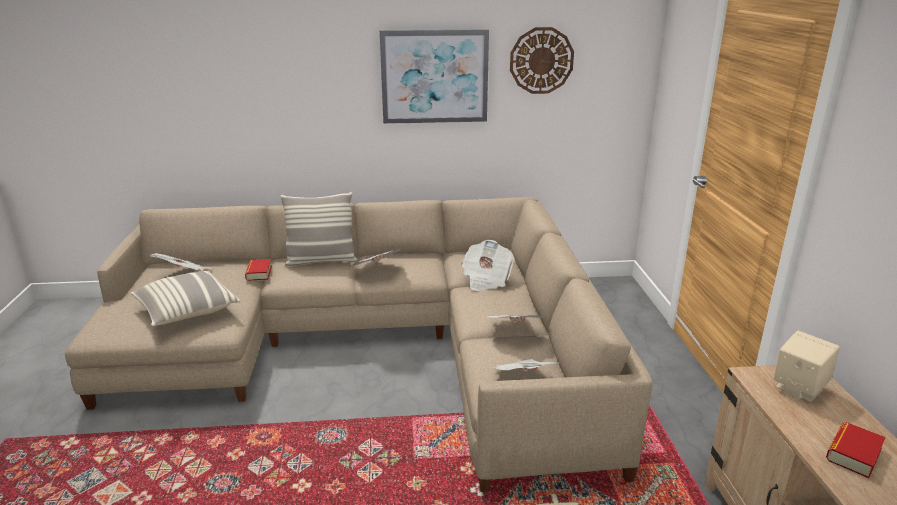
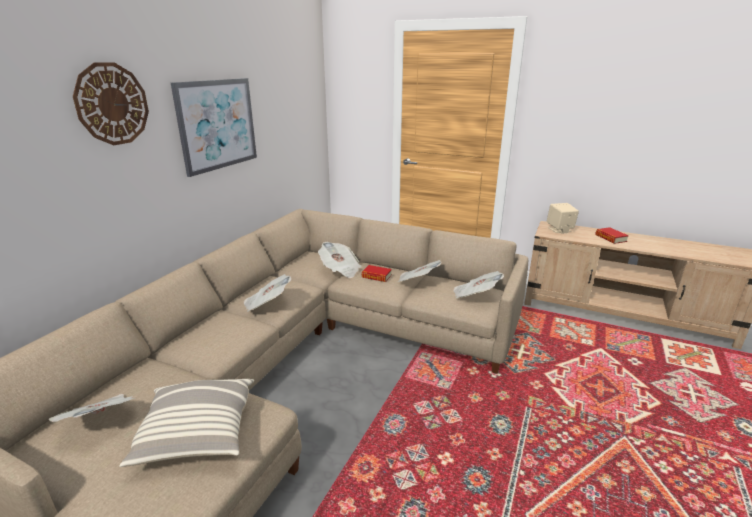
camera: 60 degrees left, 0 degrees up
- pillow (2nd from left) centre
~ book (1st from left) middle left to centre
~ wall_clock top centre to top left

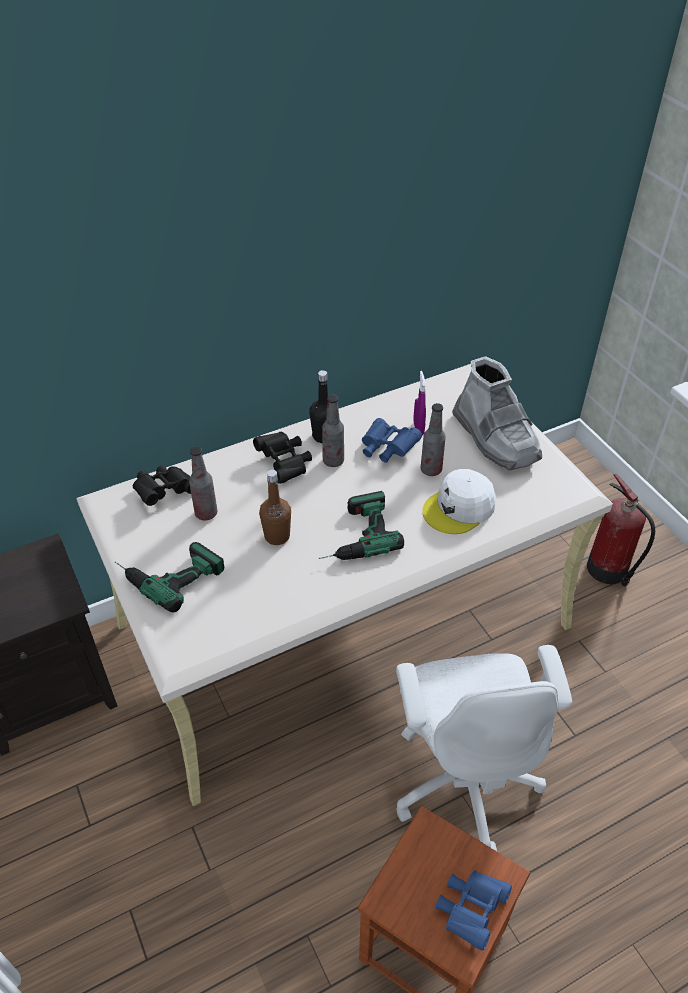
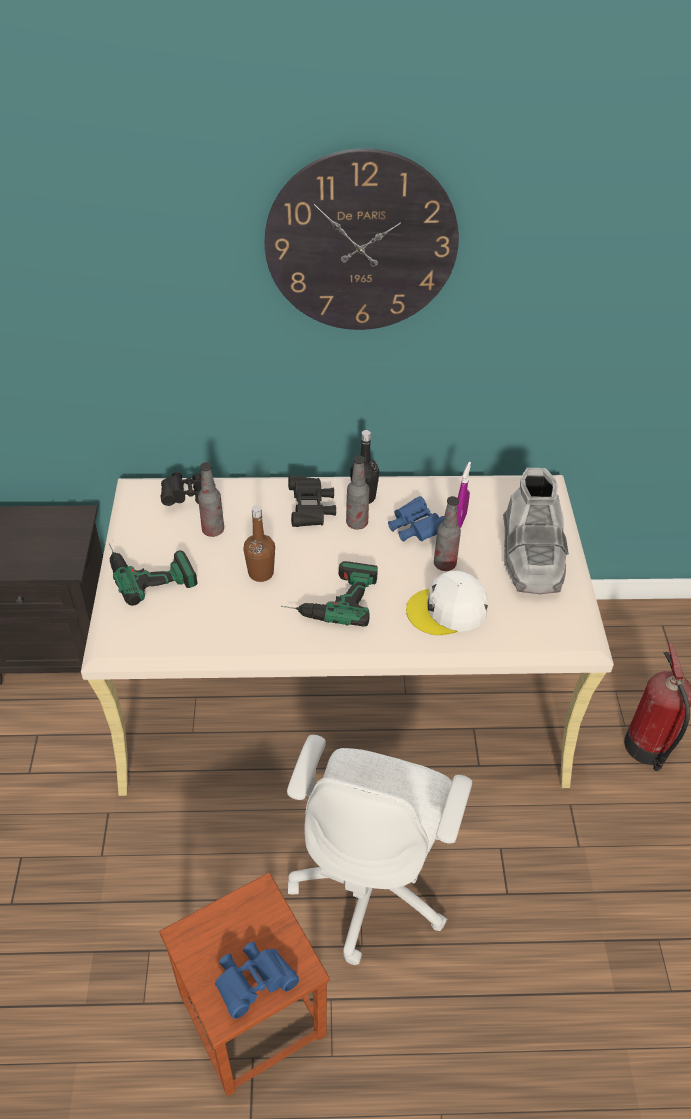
camera: 25 degrees right, 0 degrees up
+ wall_clock top centre

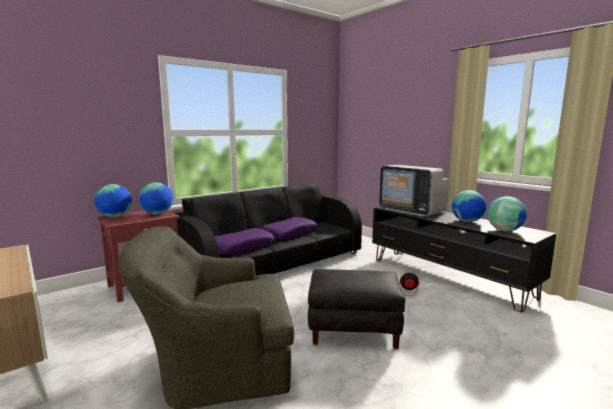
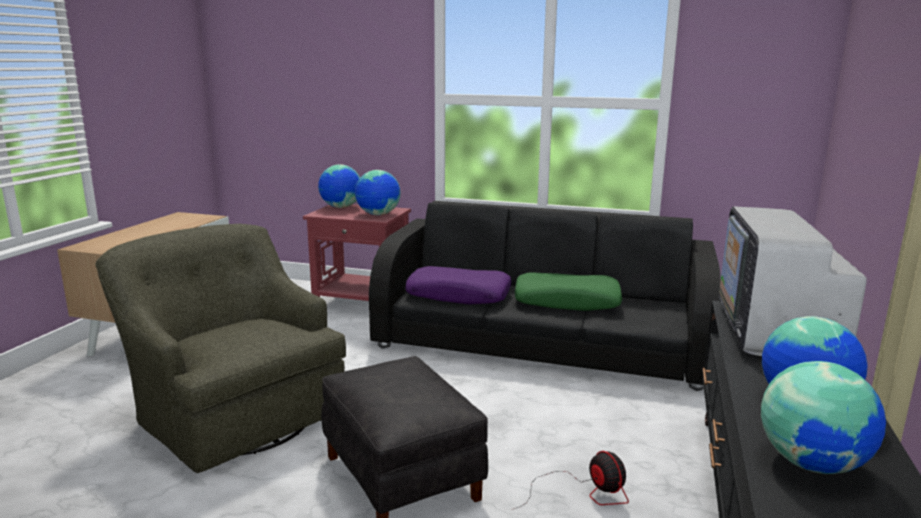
camera: 55 degrees right, 5 degrees up
~ purple_pillow (2nd from left) centre to green_pillow centre

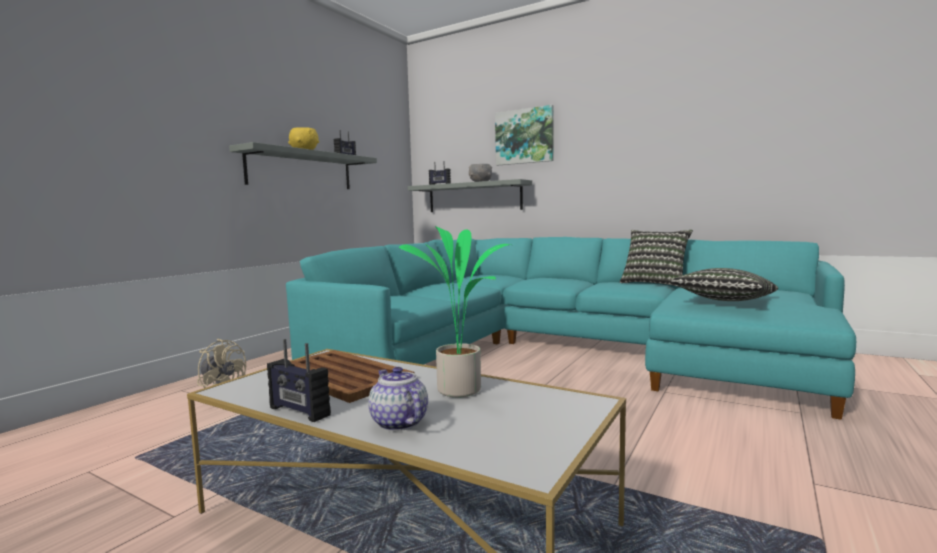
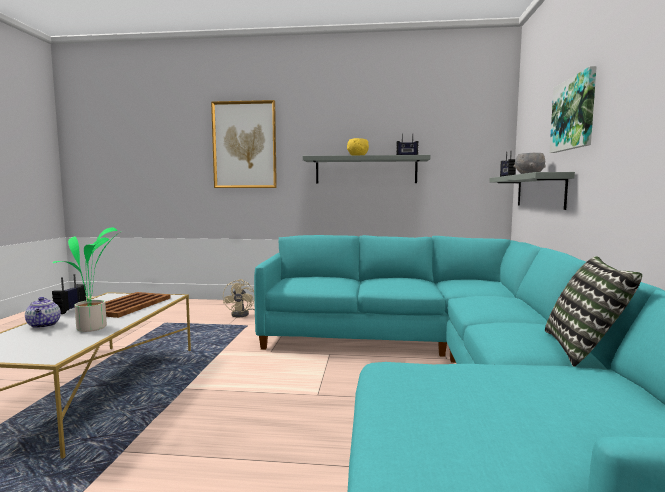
camera: 65 degrees right, 0 degrees up
- pillow (2nd from left) middle right
+ picture (1st from left) top centre
~ teapot bottom centre = middle left 120 degrees clockwise

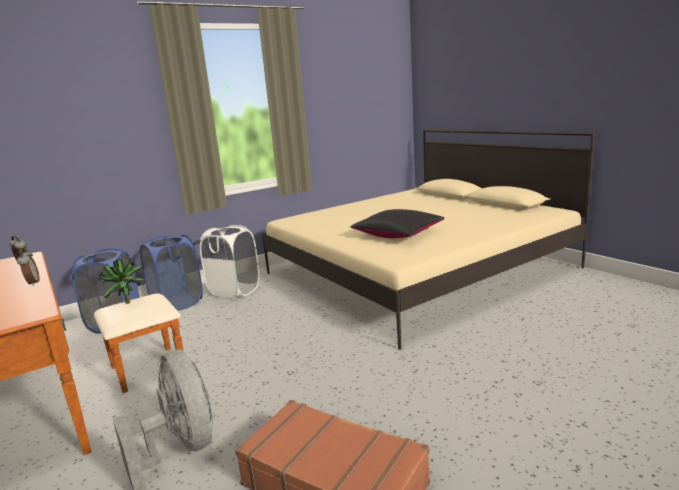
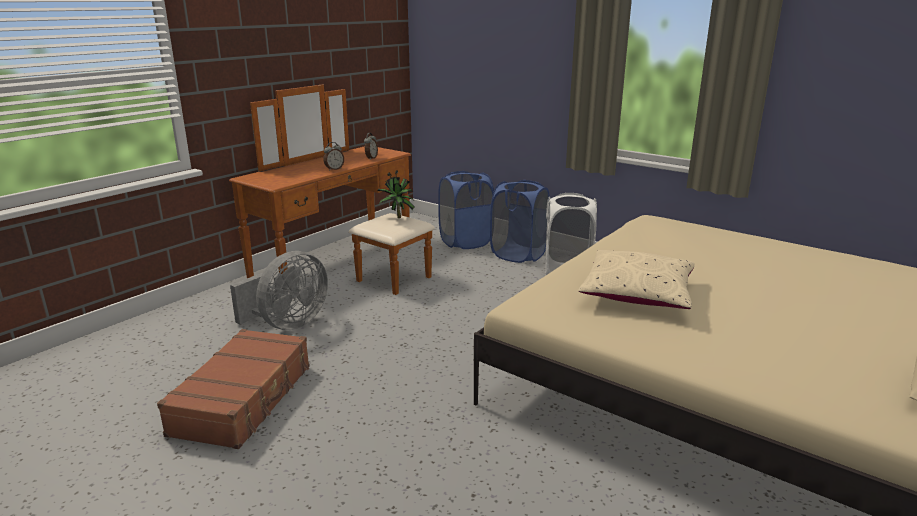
camera: 70 degrees right, 5 degrees up
~ black_pillow centre to beige_pillow middle right

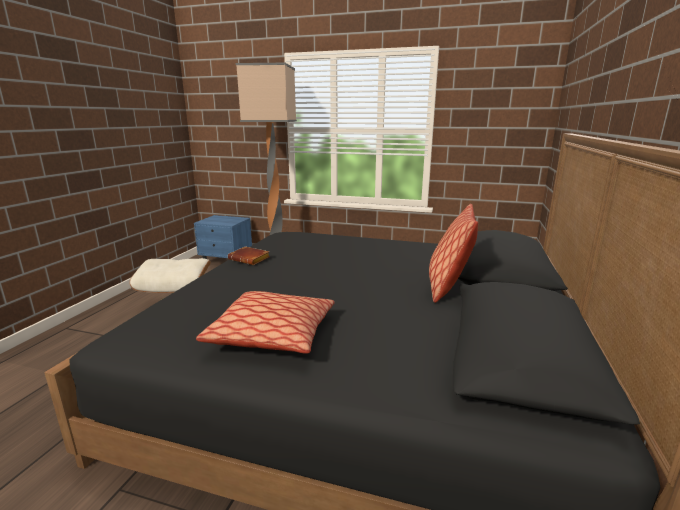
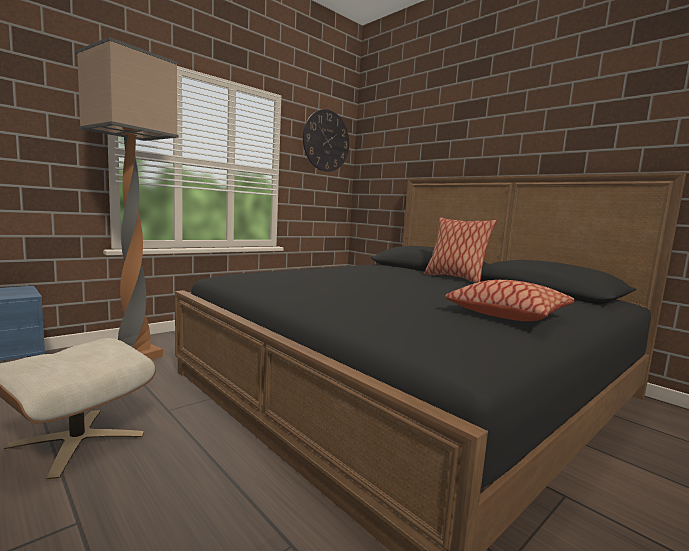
camera: 60 degrees left, 10 degrees down
- brown_book centre
+ wall_clock top centre

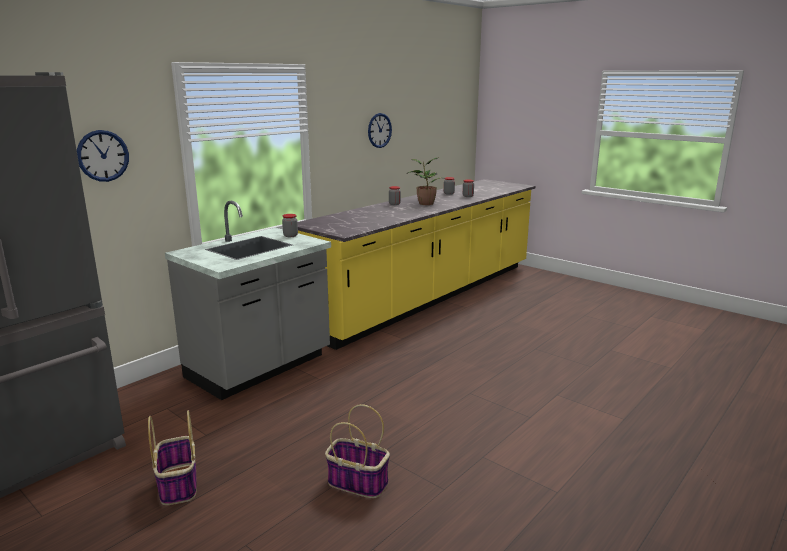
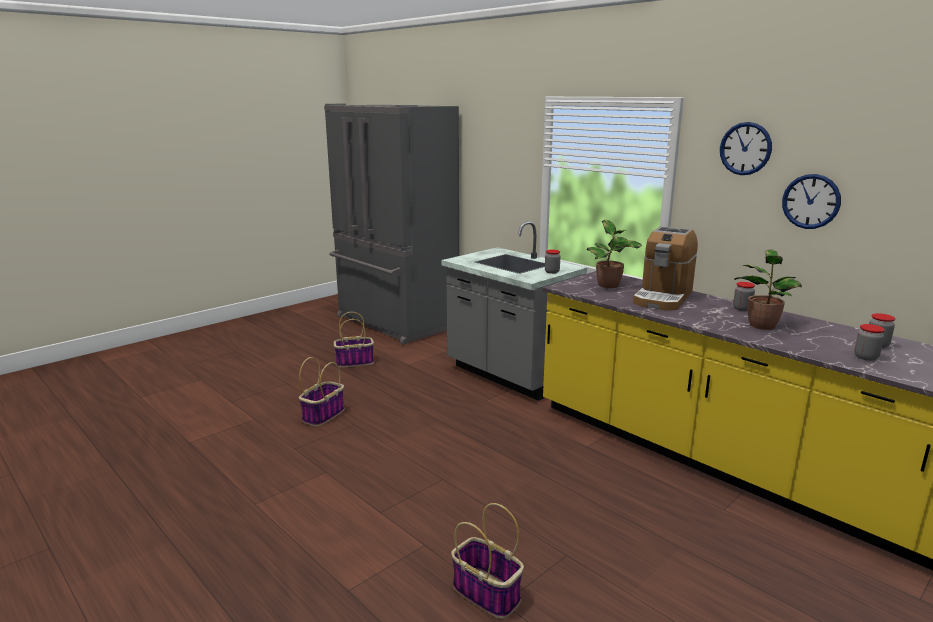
camera: 95 degrees right, 0 degrees up
+ basket (3rd from left) bottom centre
+ potted_plant (1st from left) centre
+ coffee_machine middle right
~ wall_clock (1st from left) top left to top right

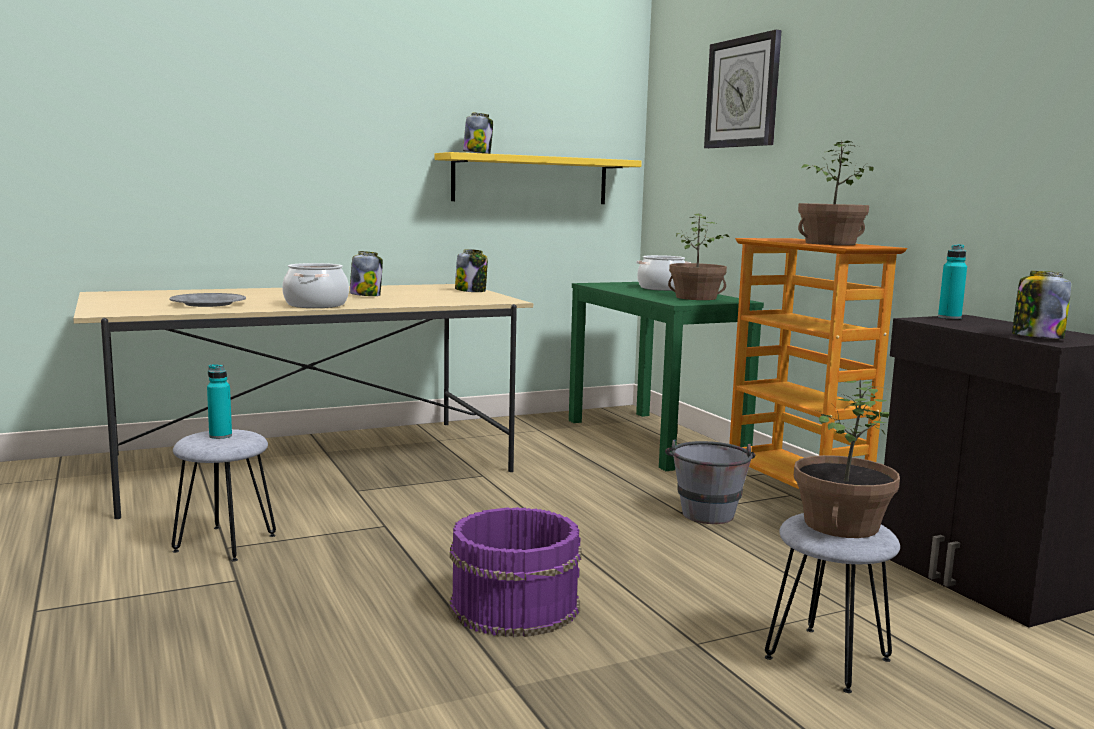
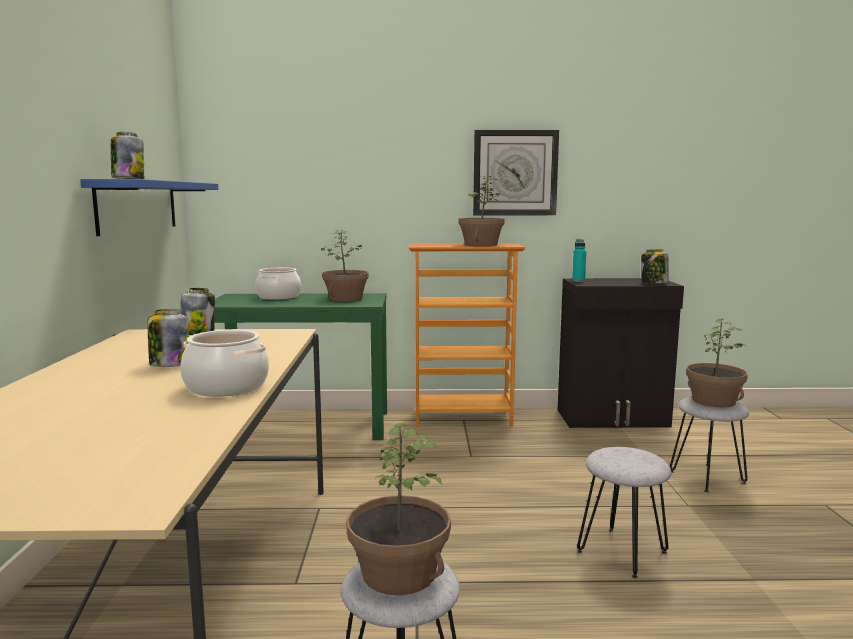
camera: 65 degrees left, 0 degrees up
- grey_plate middle left
- grey_bucket centre
~ wall_clock top right to top centre
~ turquoise_bottle (1st from left) middle left to potted_plant (2nd from left) bottom centre
~ purple_bucket bottom centre to grey_stool (2nd from left) bottom right
~ yellow_shelf top centre to blue_shelf top left

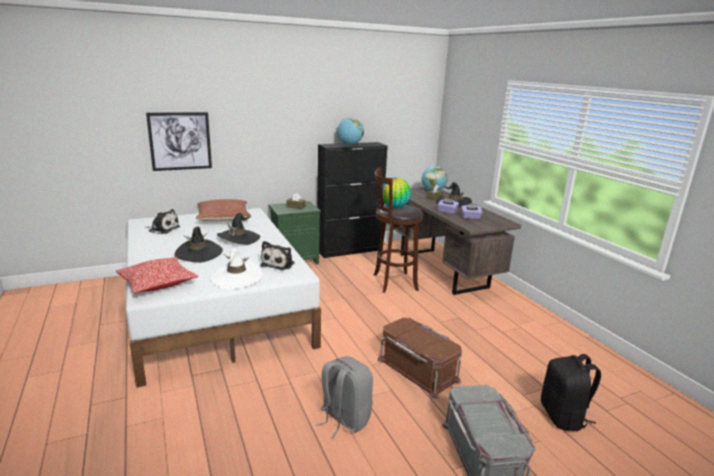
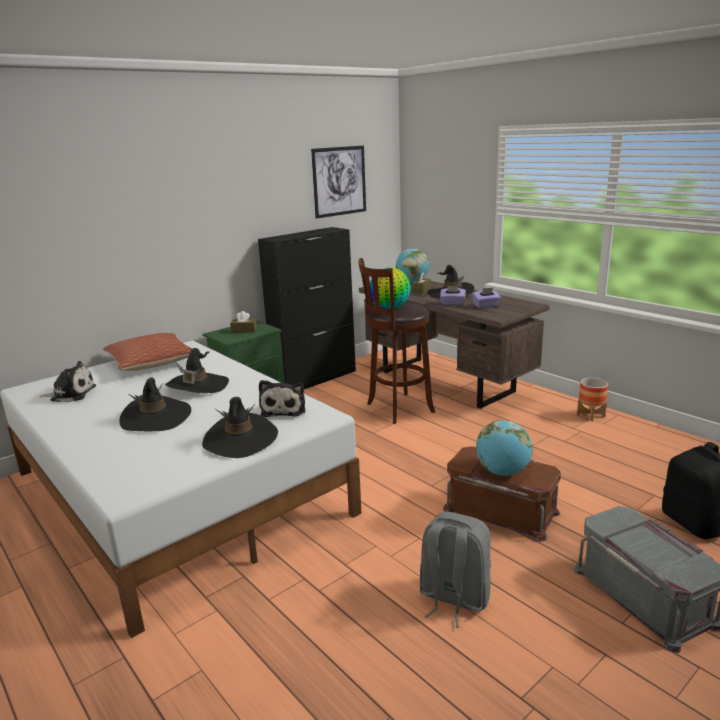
camera: 15 degrees left, 0 degrees up
- pillow (1st from left) middle left
+ planter middle right
~ picture top left to top centre
~ globe (1st from left in the first image) top centre to globe (3rd from left) middle right
~ white_hat middle left to black_hat (3rd from left) centre

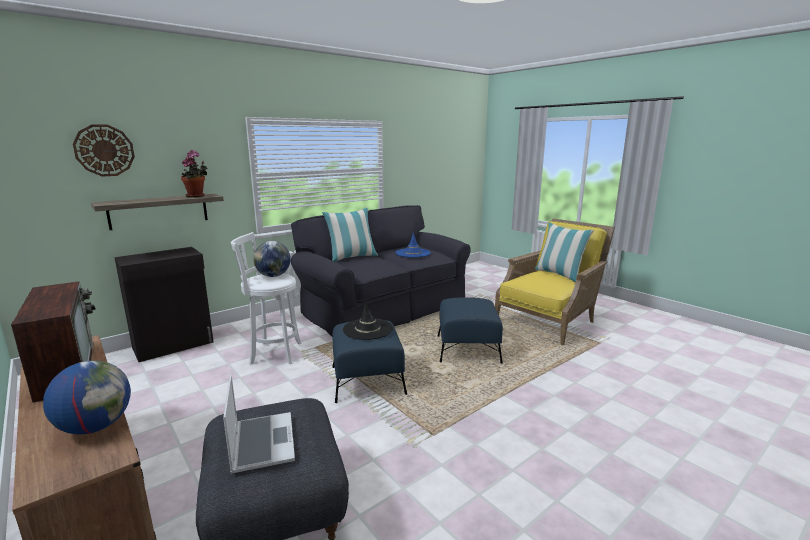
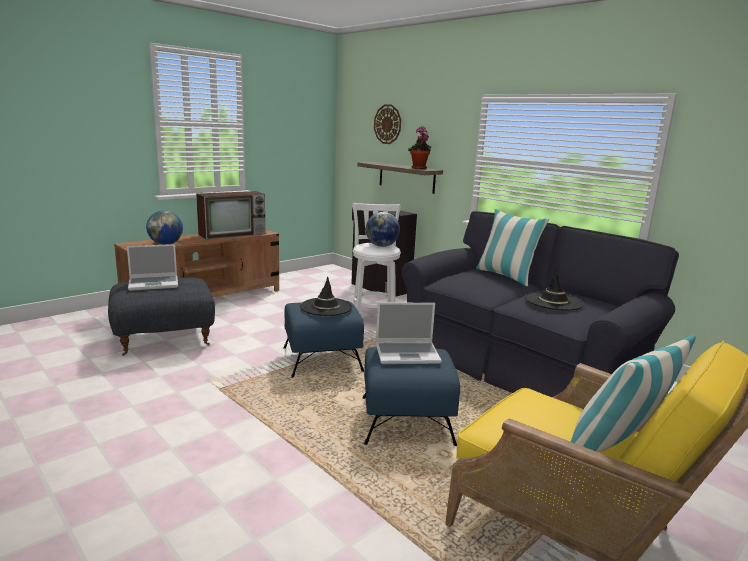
camera: 85 degrees right, 0 degrees up
+ laptop (2nd from left) centre
~ blue_hat centre to black_hat (2nd from left) middle right

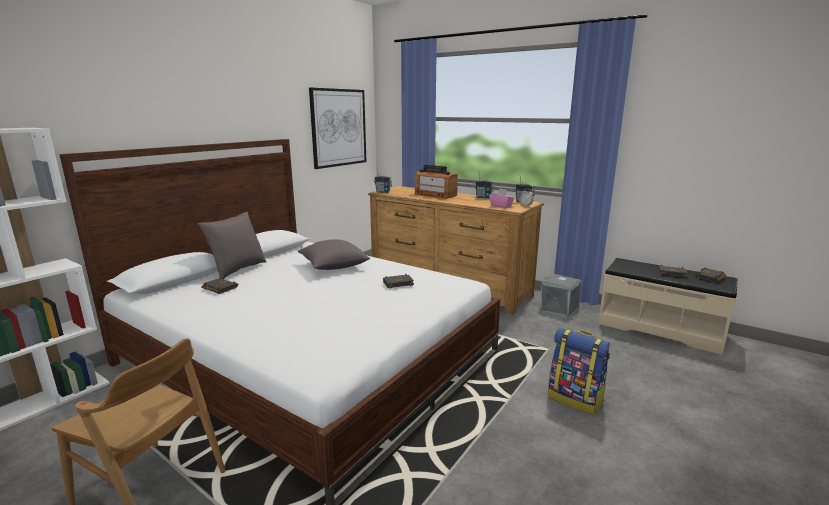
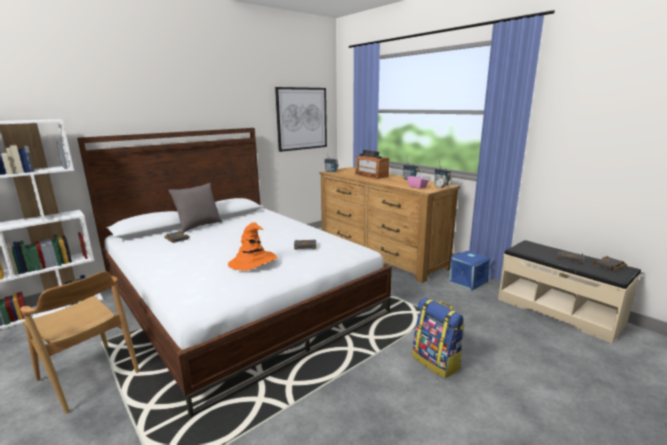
camera: 15 degrees right, 0 degrees up
- grey_pillow (2nd from left) centre
+ orange_hat centre
~ grey_storage_box middle right to blue_storage_box middle right

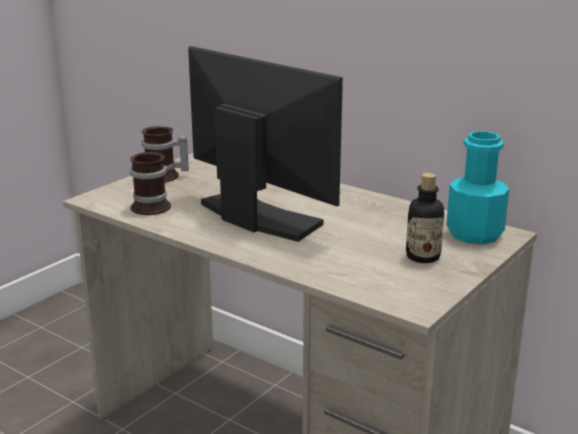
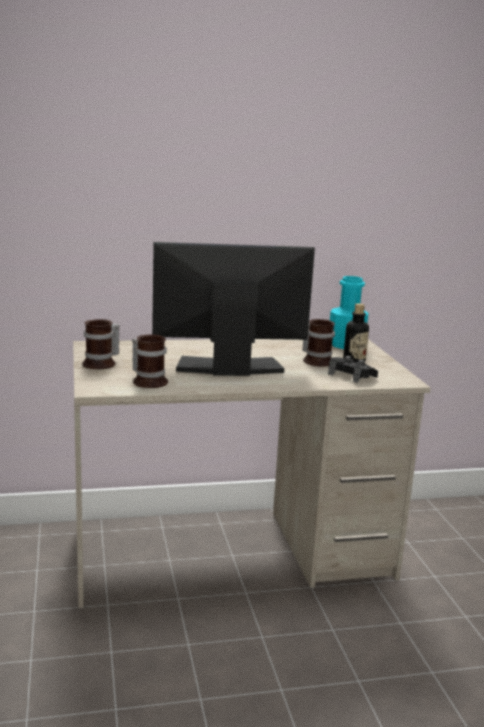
camera: 50 degrees left, 5 degrees down
+ mug (3rd from left) centre
+ black_game_controller middle right

